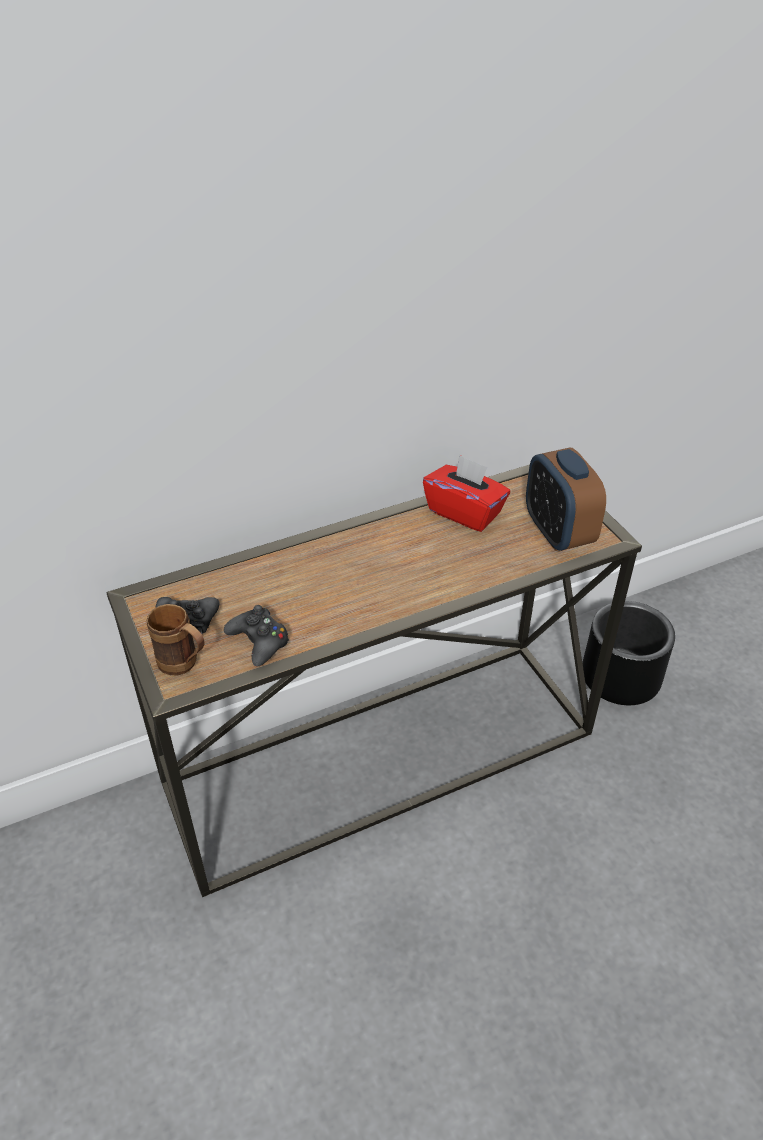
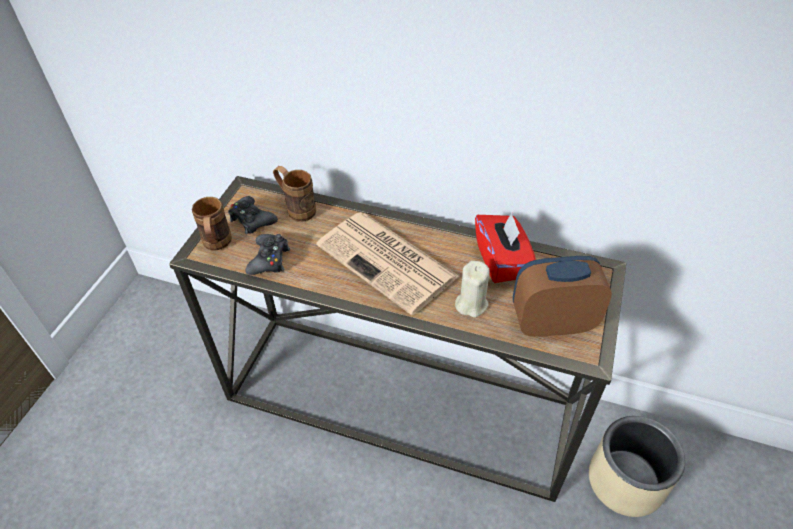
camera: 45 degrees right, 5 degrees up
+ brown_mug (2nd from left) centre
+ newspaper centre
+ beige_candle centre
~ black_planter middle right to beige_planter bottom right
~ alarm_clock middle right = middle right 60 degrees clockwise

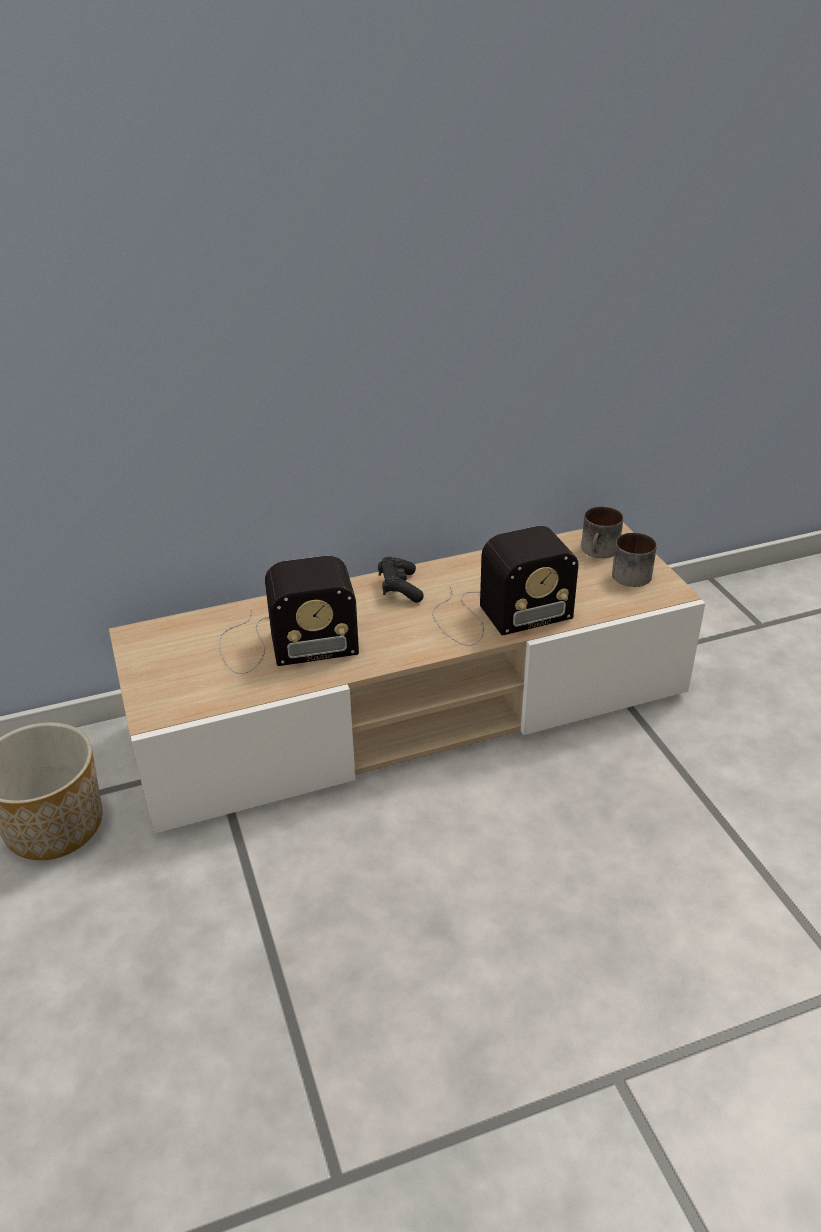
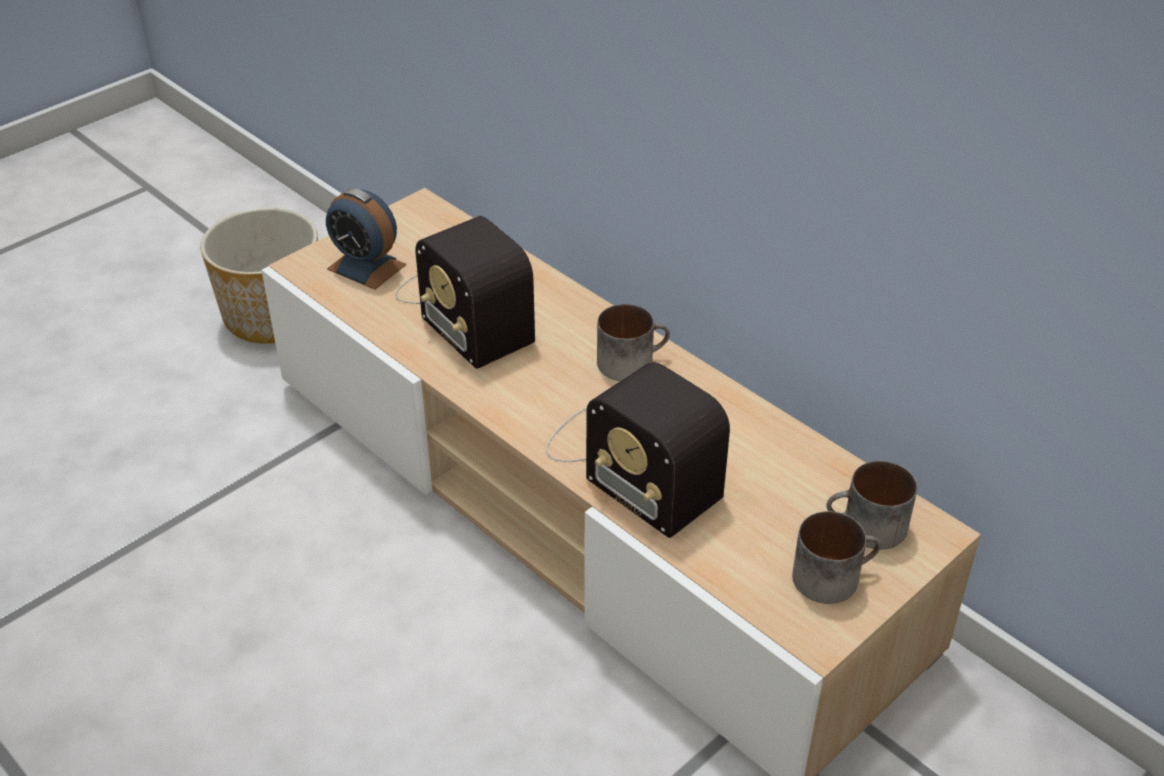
camera: 65 degrees right, 5 degrees up
+ alarm_clock top left
~ black_game_controller centre to mug (1st from left) centre

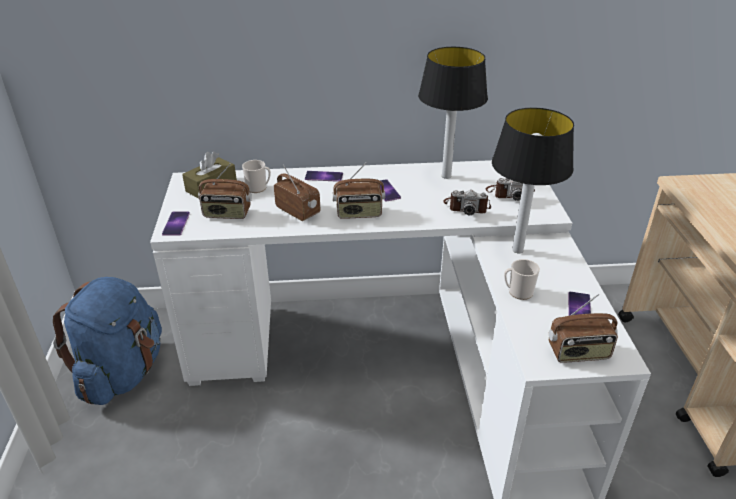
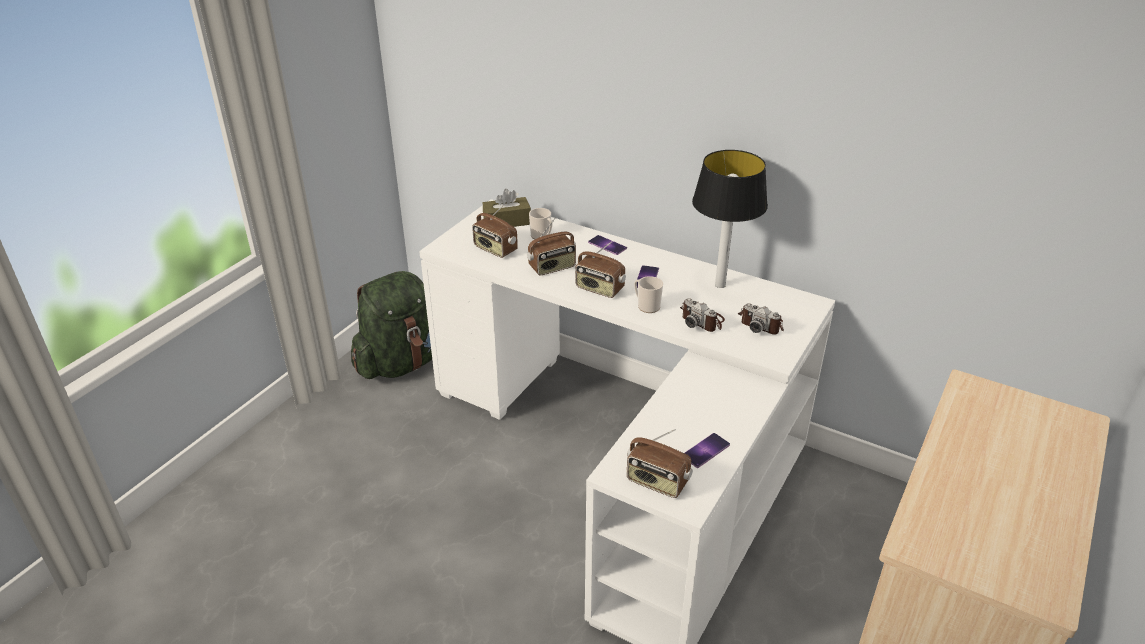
camera: 35 degrees right, 0 degrees up
- phone (1st from left) middle left
- table_lamp (2nd from left) middle right
~ mug (2nd from left) middle right to centre
~ blue_backpack bottom left to green_backpack centre
~ radio (2nd from left) centre = centre 75 degrees clockwise

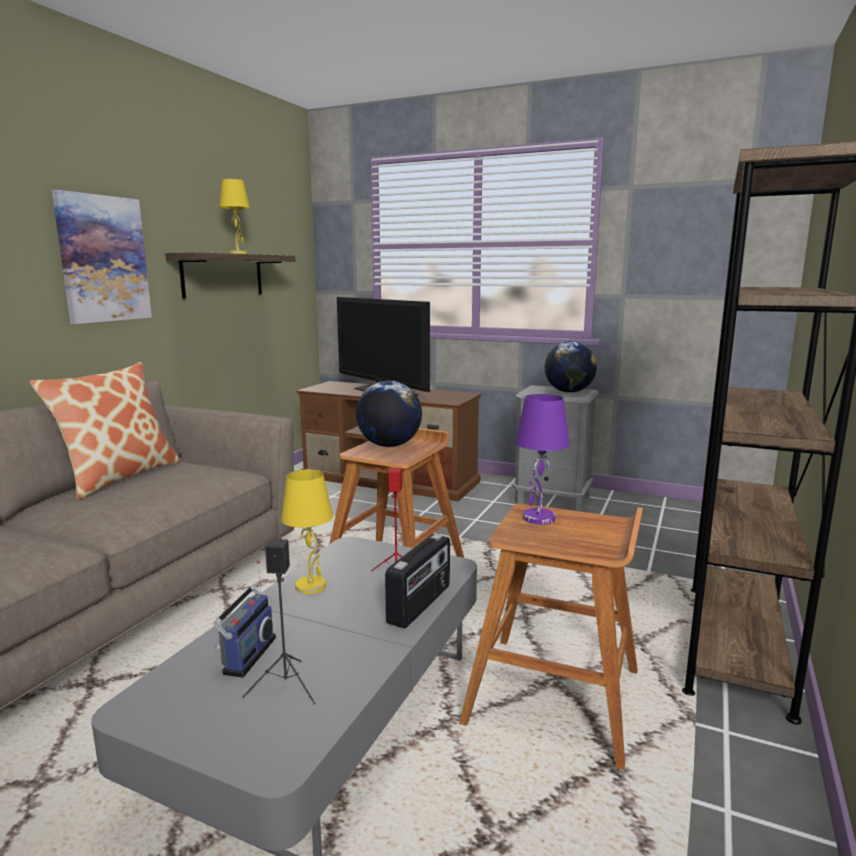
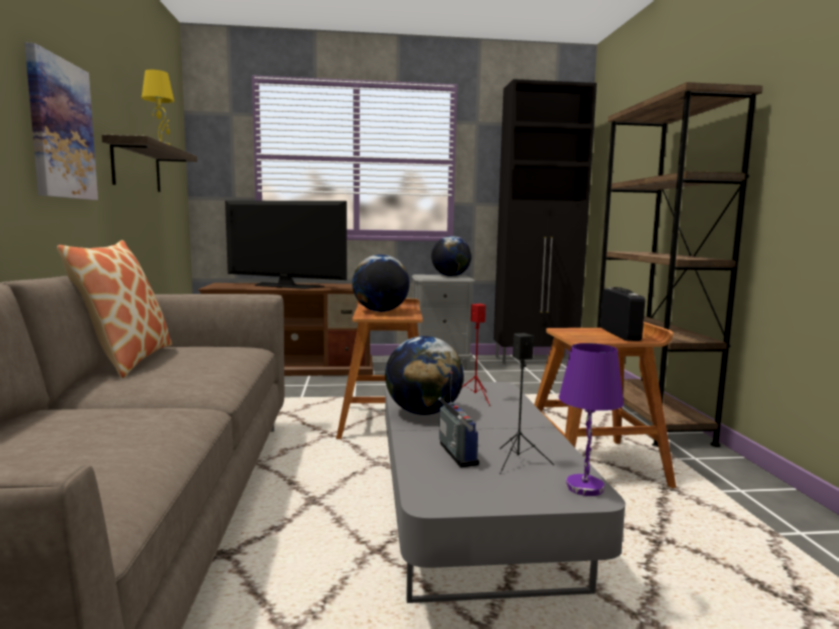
camera: 30 degrees left, 5 degrees down
+ black_cabinet centre
~ radio (2nd from left) bottom centre to middle right
~ purple_table_lamp centre to middle right
~ yellow_table_lamp (2nd from left) centre to globe (2nd from left) centre

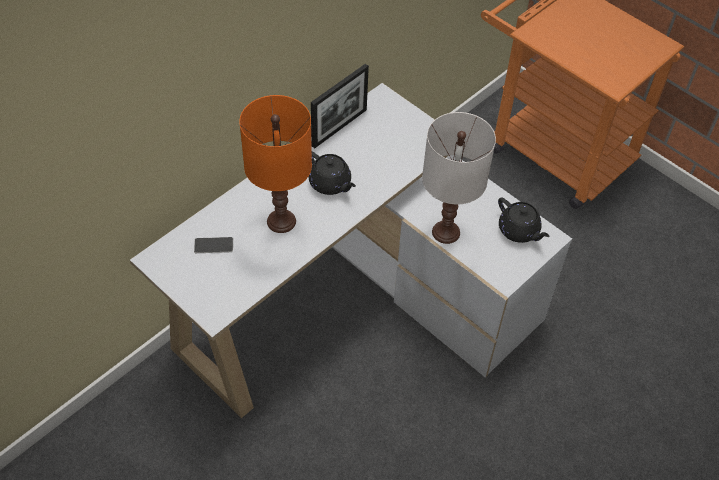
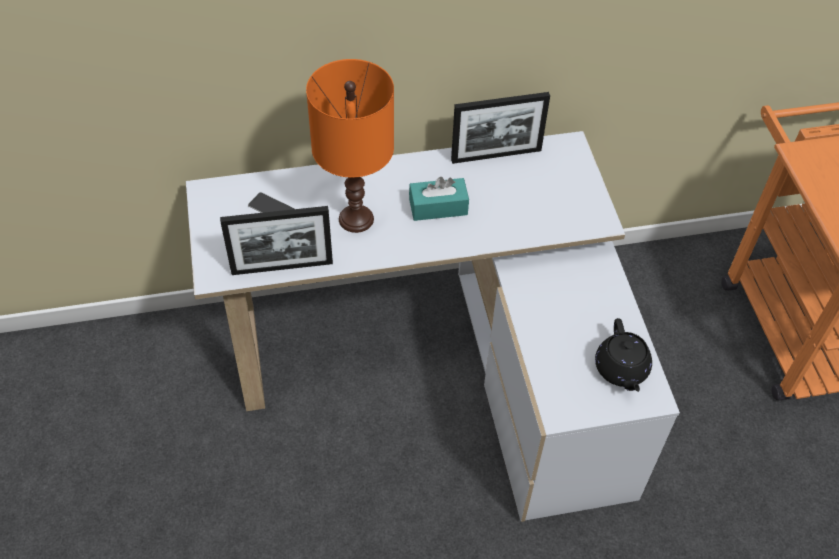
camera: 35 degrees right, 0 degrees up
- white_table_lamp centre
+ picture_frame (1st from left) middle left
~ black_teapot (1st from left) centre to turquoise_tissue_box centre

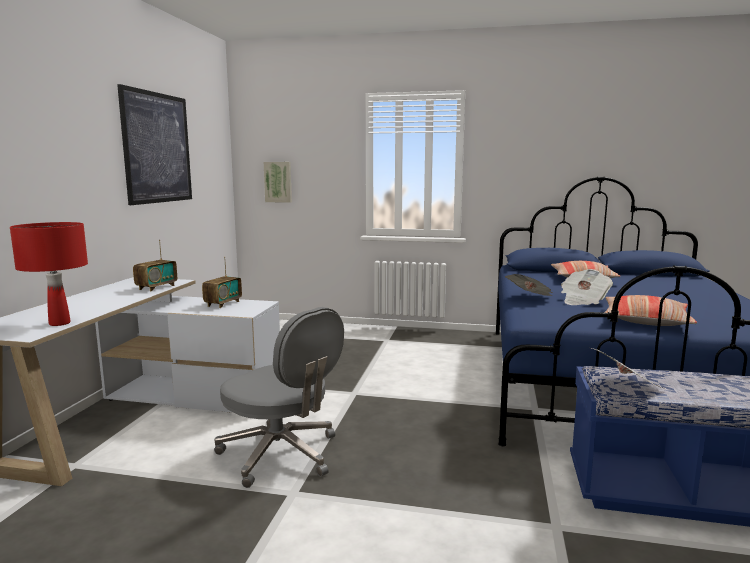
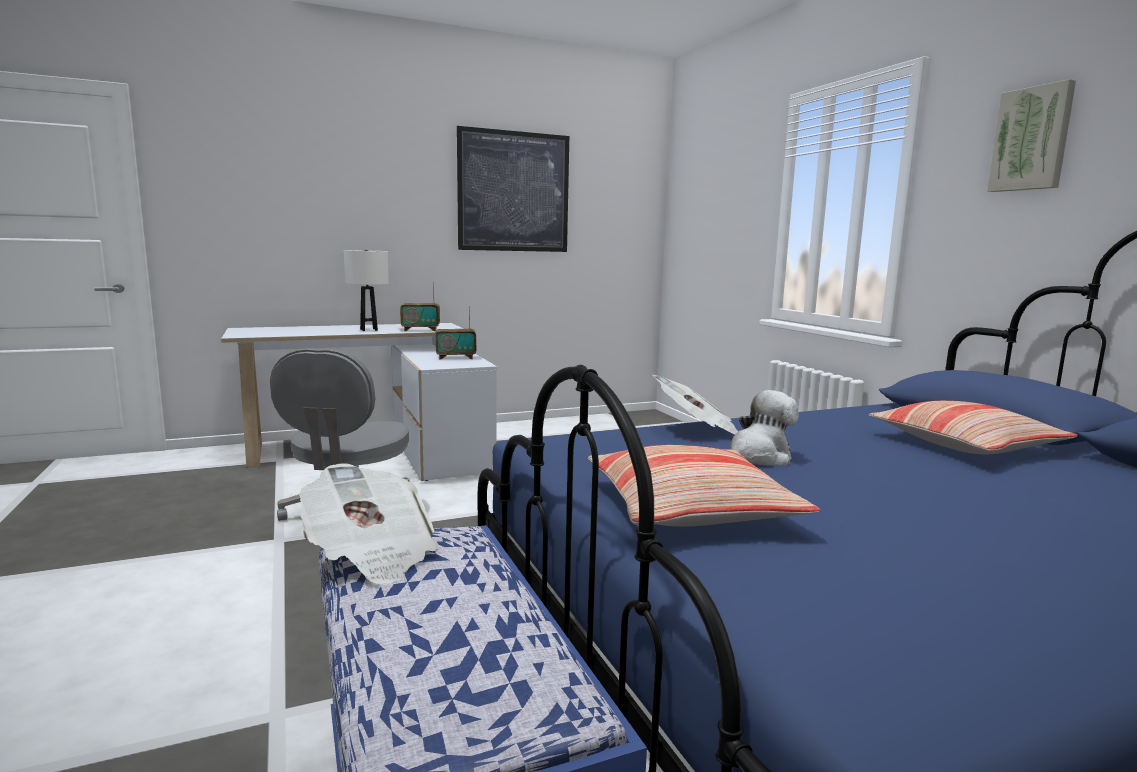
camera: 55 degrees right, 0 degrees up
- red_table_lamp middle left
+ white_table_lamp middle left
~ picture (2nd from left) top centre to top right
~ newspaper (2nd from left) middle right to plush_toy middle right

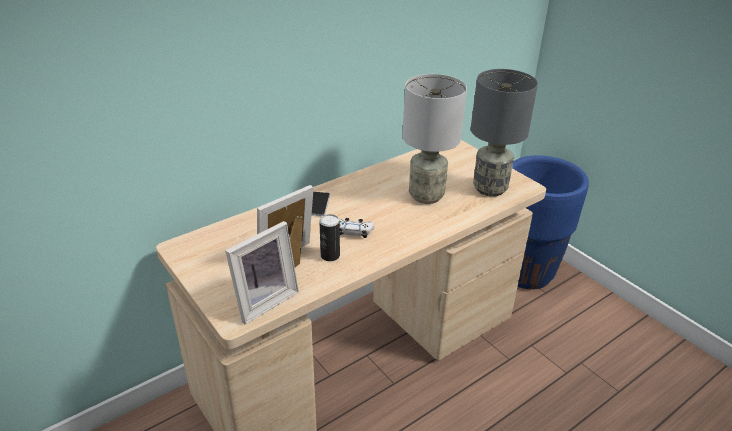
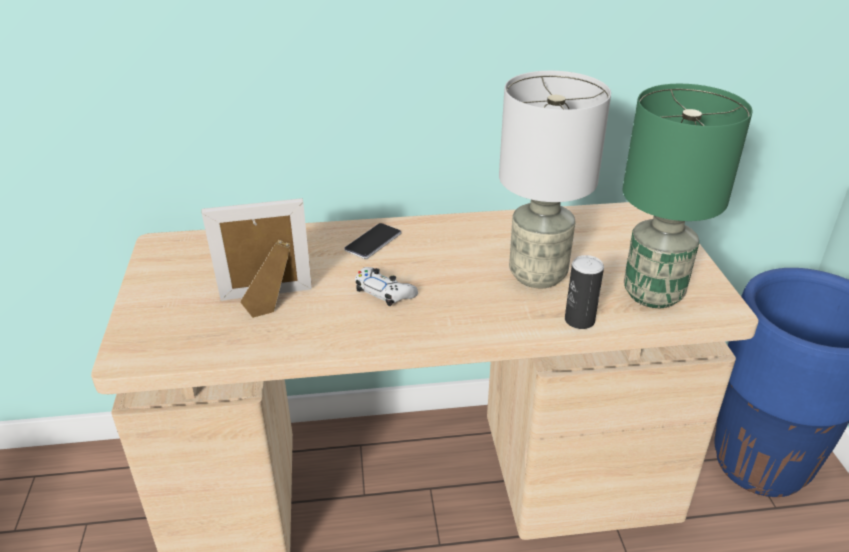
camera: 30 degrees right, 0 degrees up
- picture_frame (1st from left) centre
~ can centre to middle right
~ grey_table_lamp (2nd from left) top right to green_table_lamp middle right

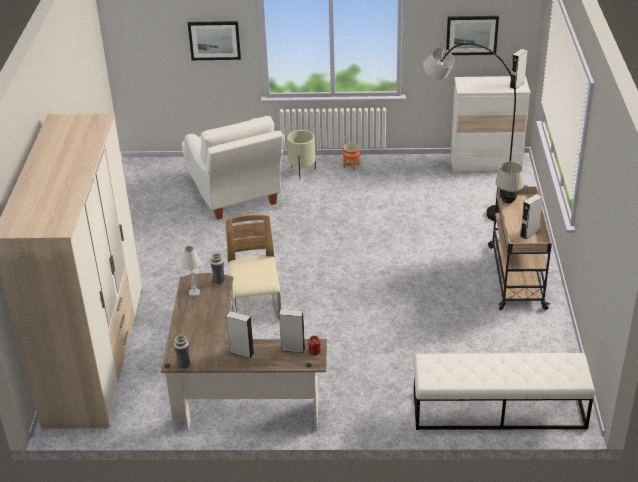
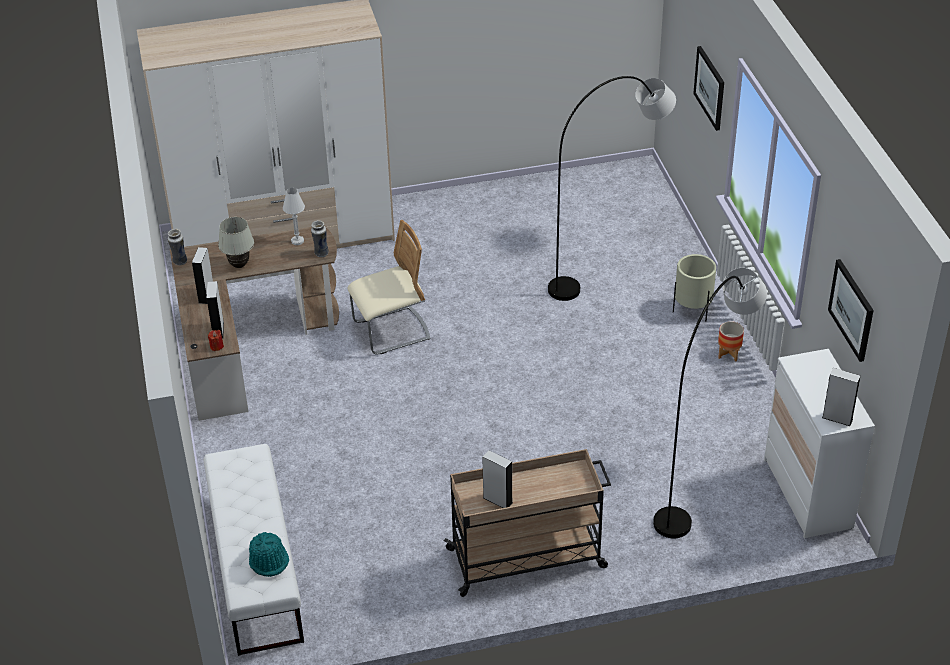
camera: 75 degrees right, 5 degrees up
+ turquoise_hat bottom left
~ white_table_lamp (2nd from left in the first image) middle right to white_table_lamp (1st from left) middle left
~ white_armchair centre to grey_floor_lamp (1st from left) top centre

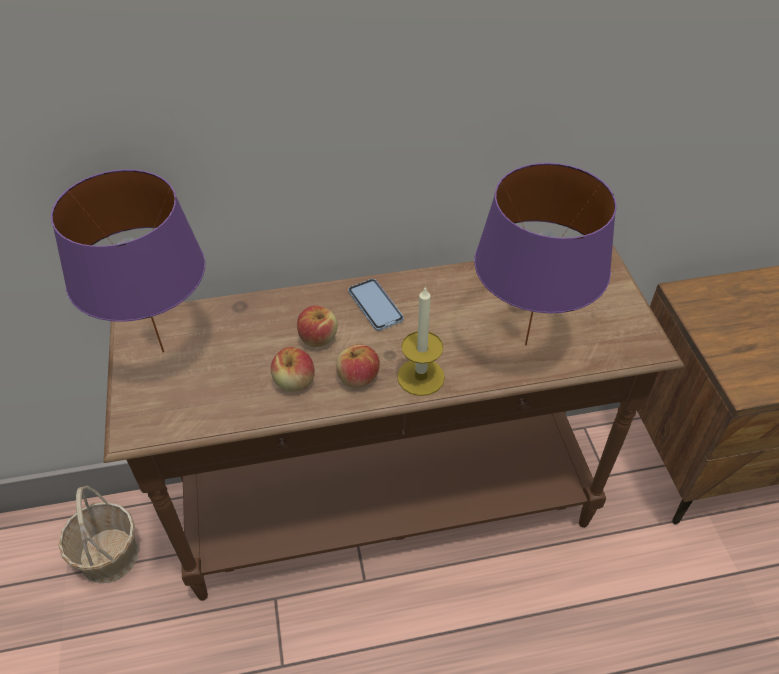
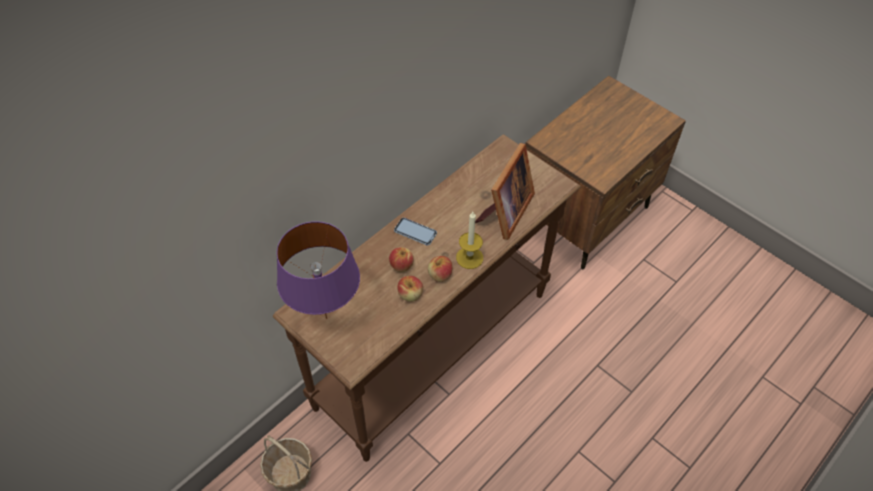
camera: 35 degrees left, 5 degrees up
~ purple_table_lamp (2nd from left) middle right to picture_frame centre

